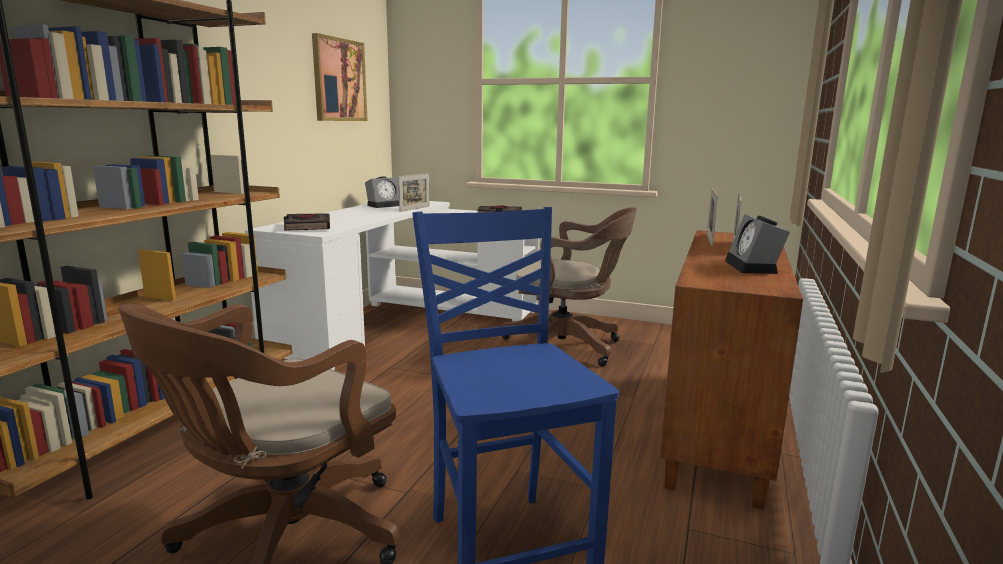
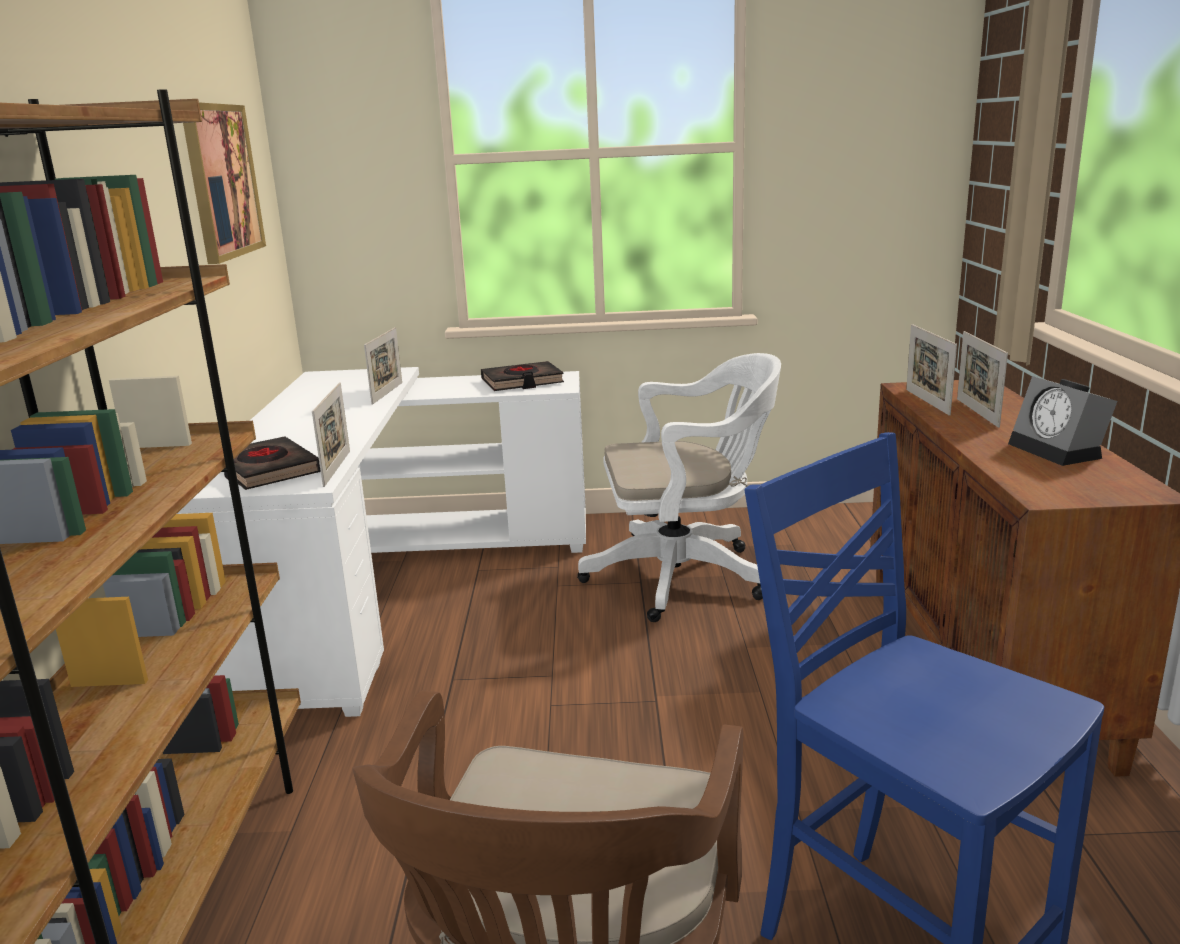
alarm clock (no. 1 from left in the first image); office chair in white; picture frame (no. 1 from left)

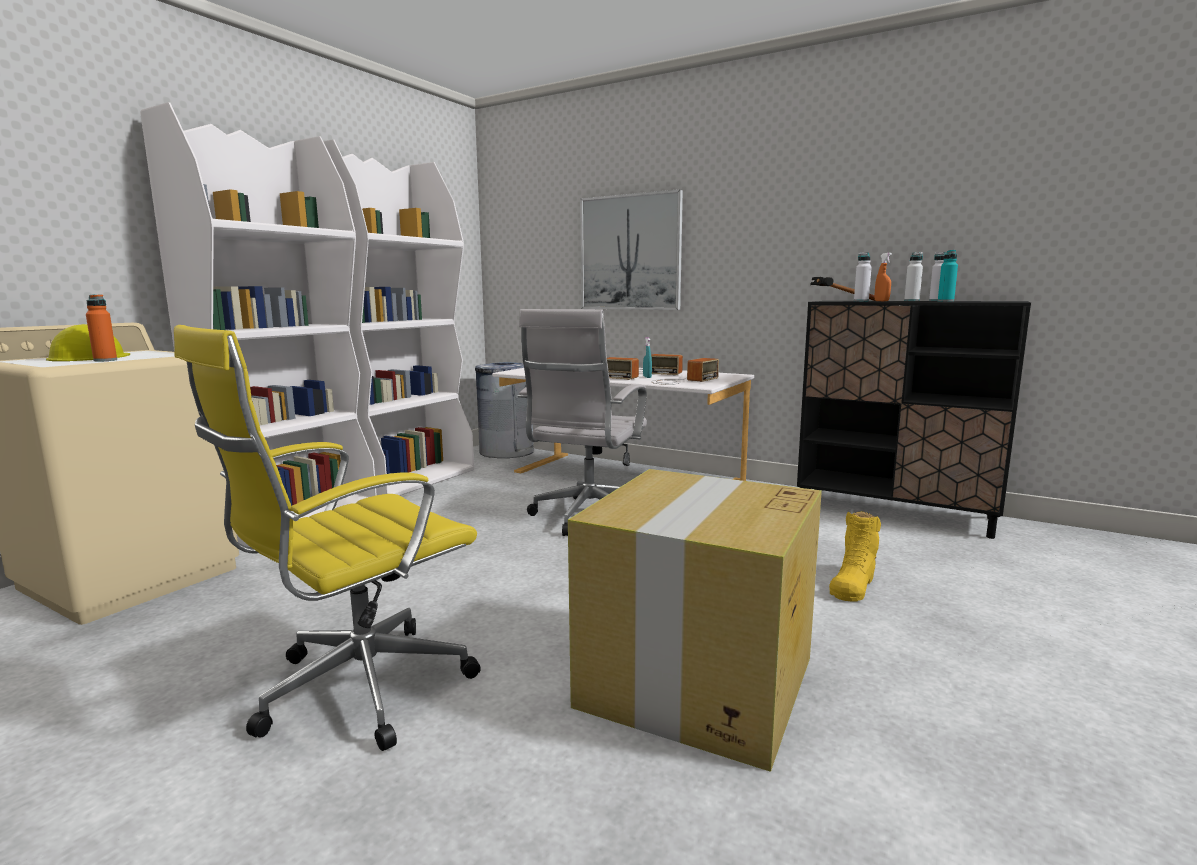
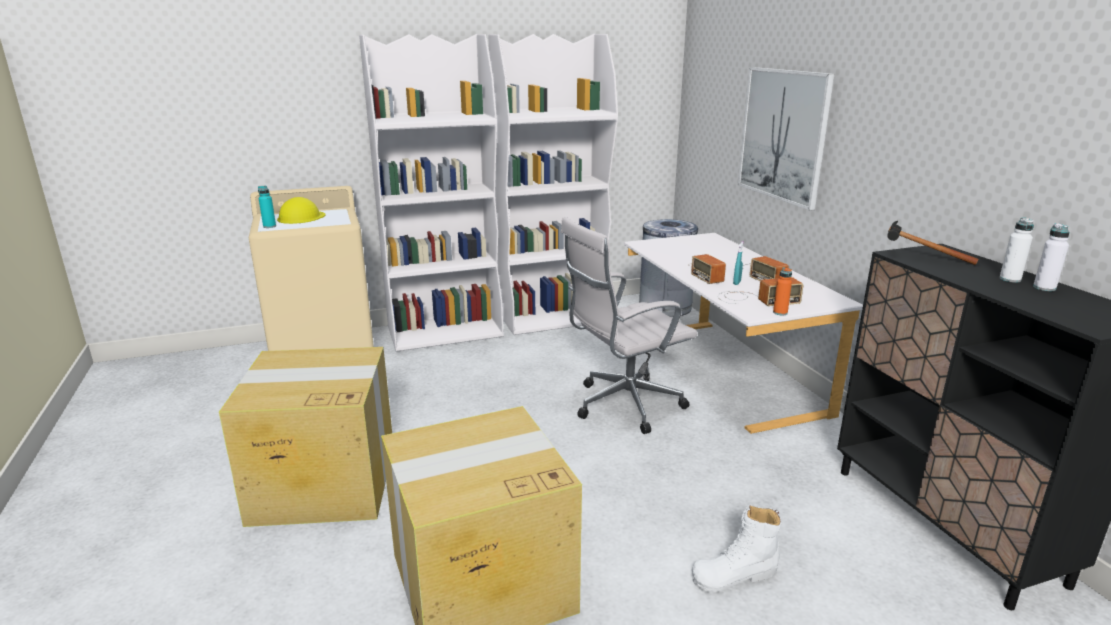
bottle in orange; cardboard box (no. 1 from left); boot in white; bottle in white (no. 1 from left in the first image); spray bottle in orange; bottle in turquoise

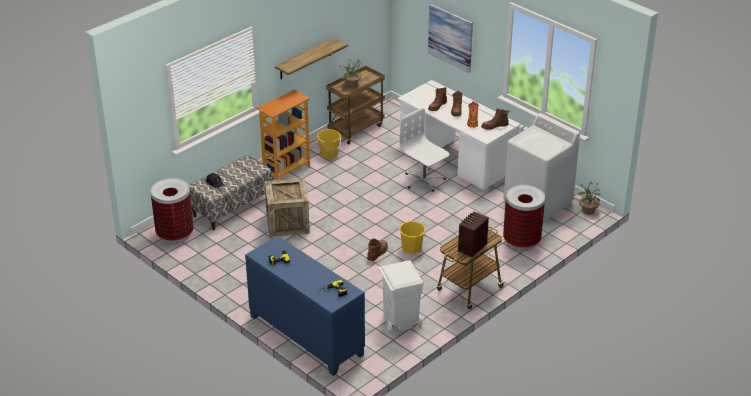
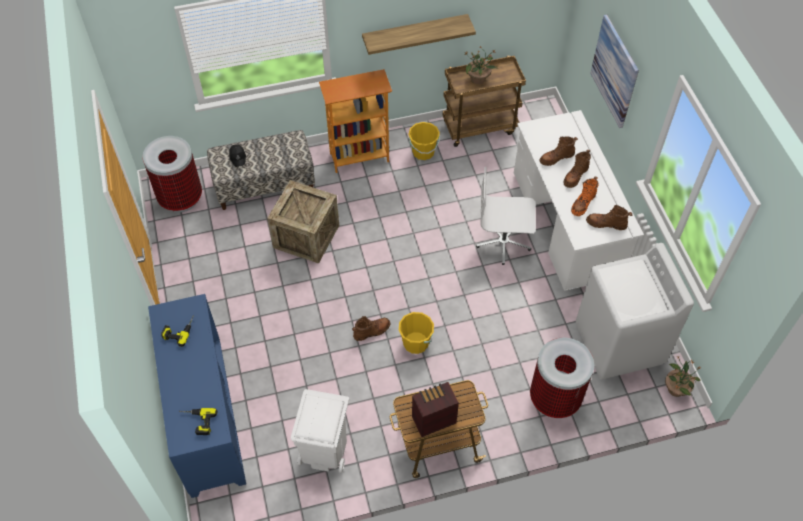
office chair in white

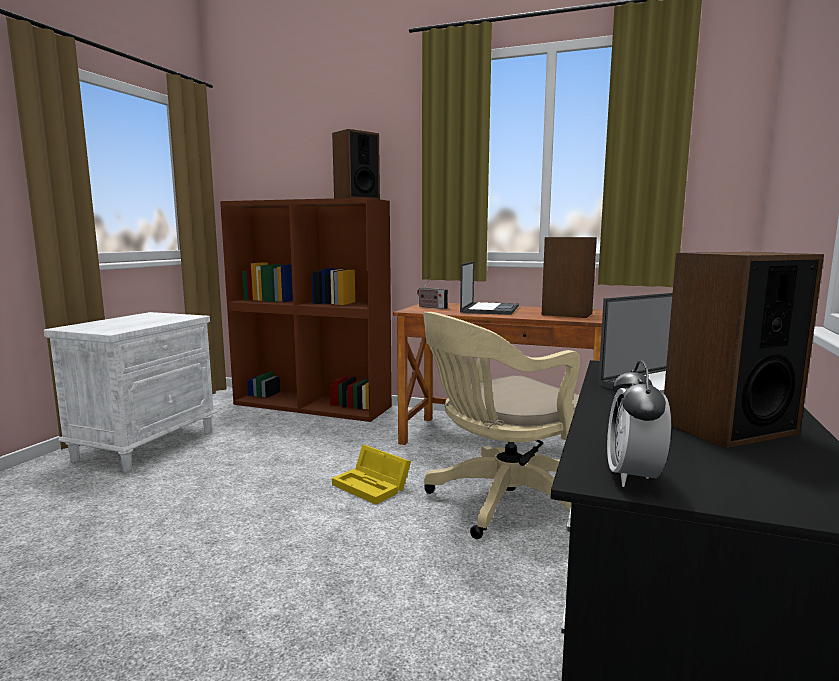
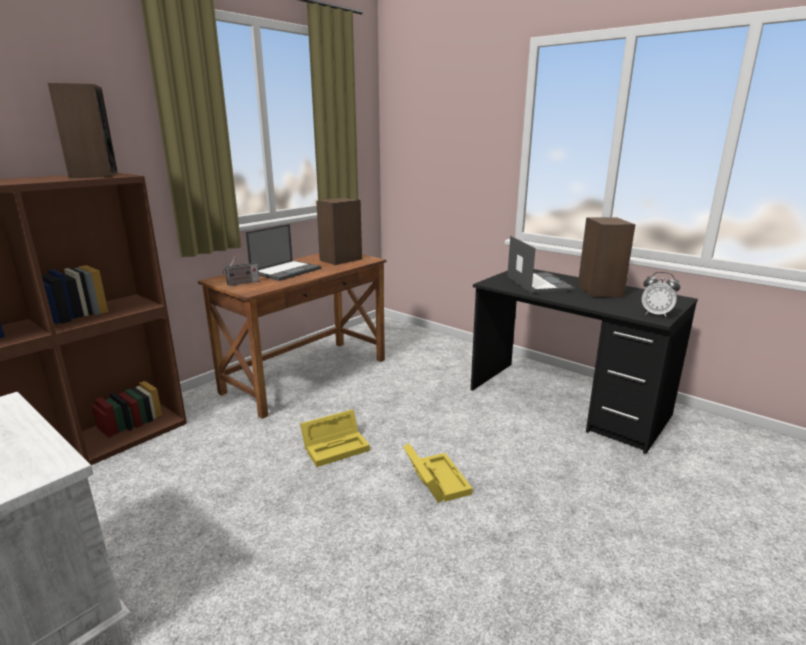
office chair in beige; laptop (no. 1 from left); storage box in yellow (no. 2 from left)

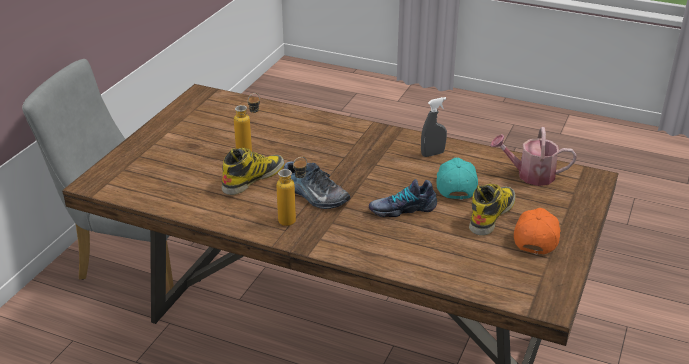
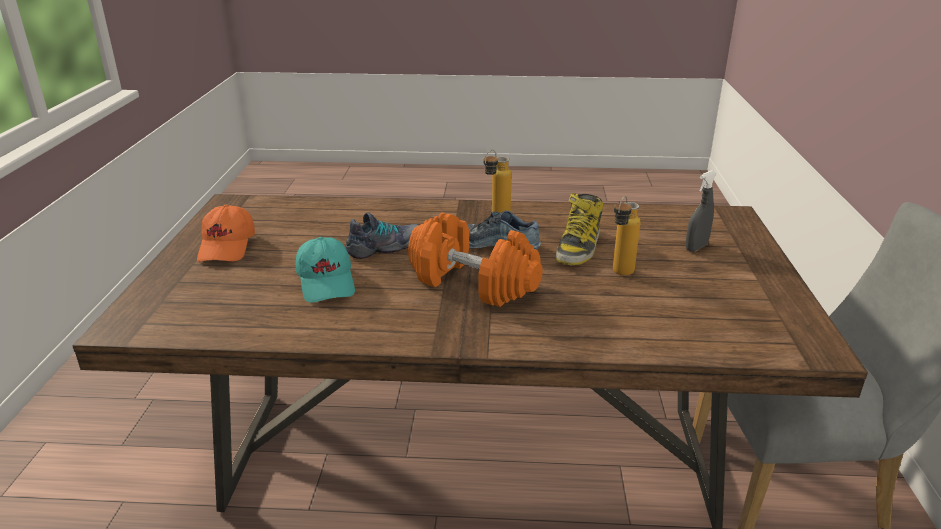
spray bottle in grey; boot (no. 2 from left in the first image); watering can; dumbbell in orange

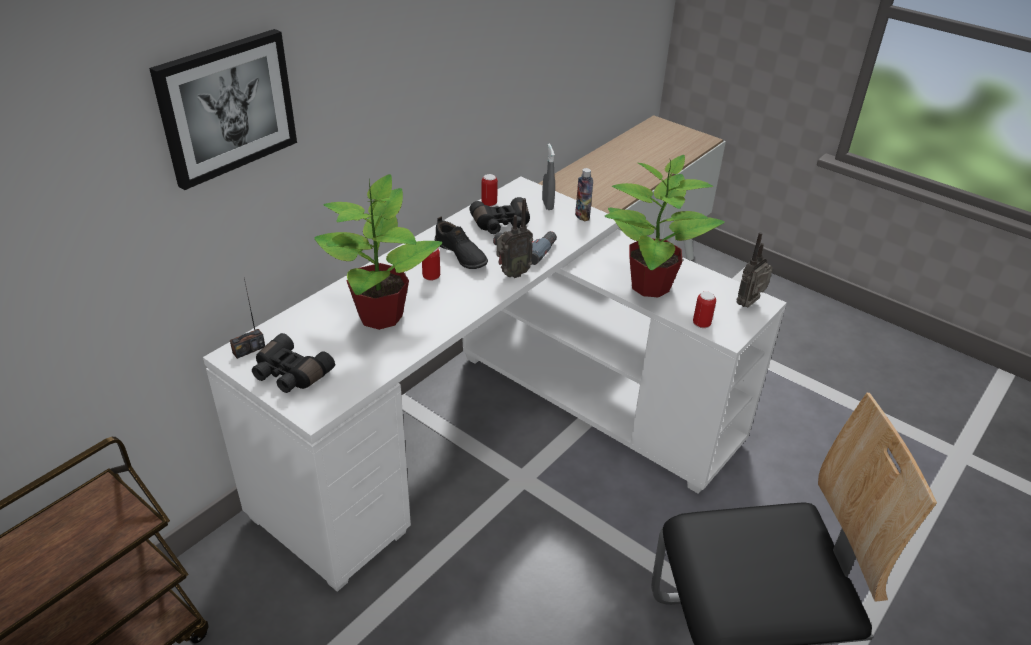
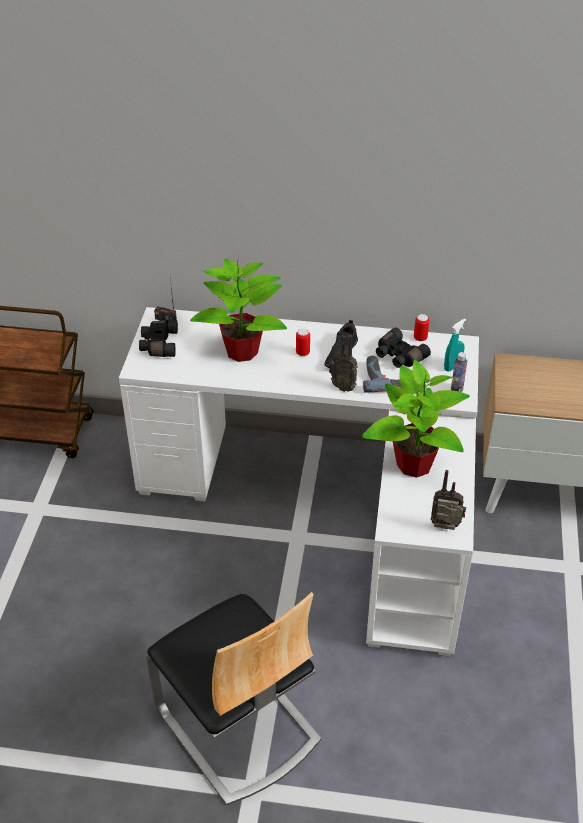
picture; spray bottle in turquoise; can (no. 3 from left in the first image)

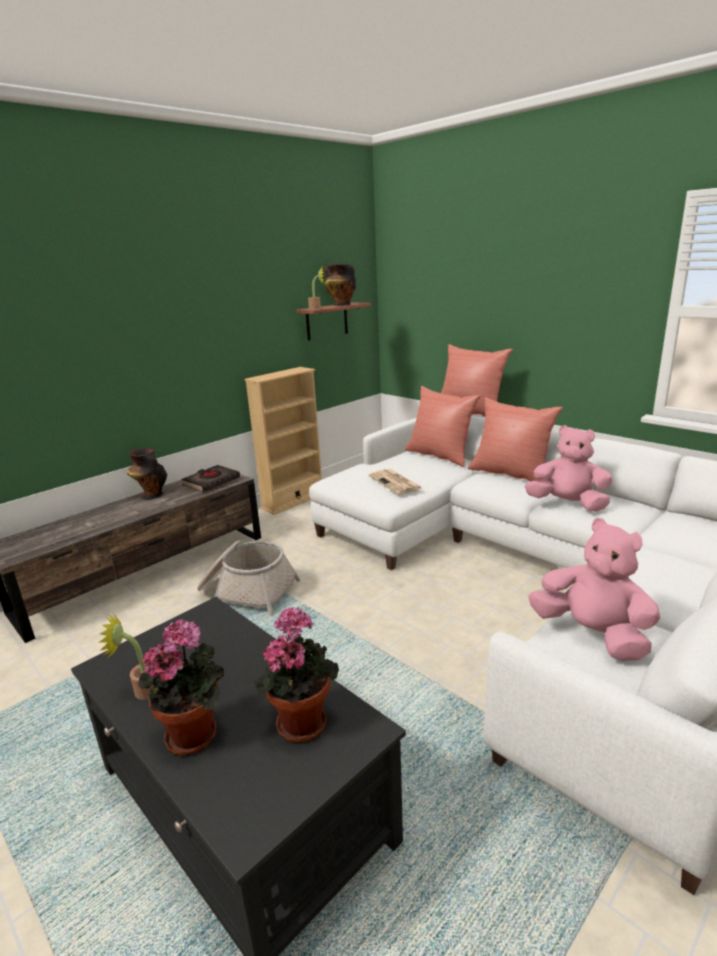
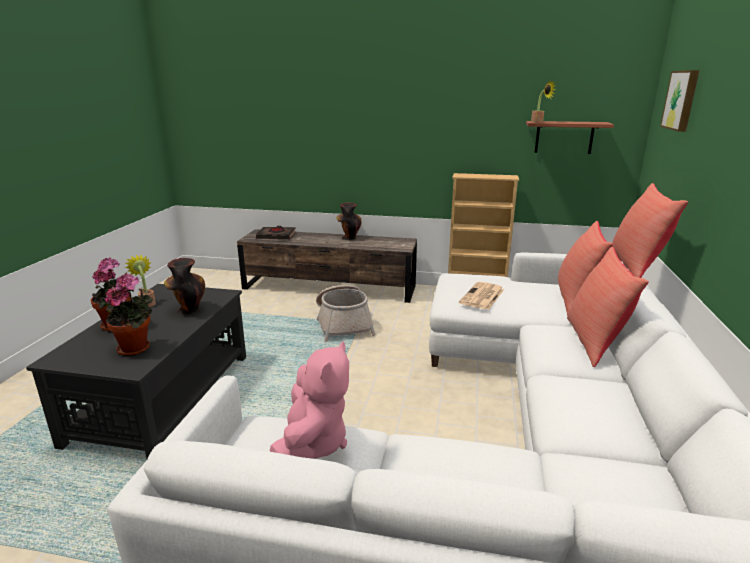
book in black; vase (no. 1 from left); plush toy in pink (no. 1 from left in the first image); picture

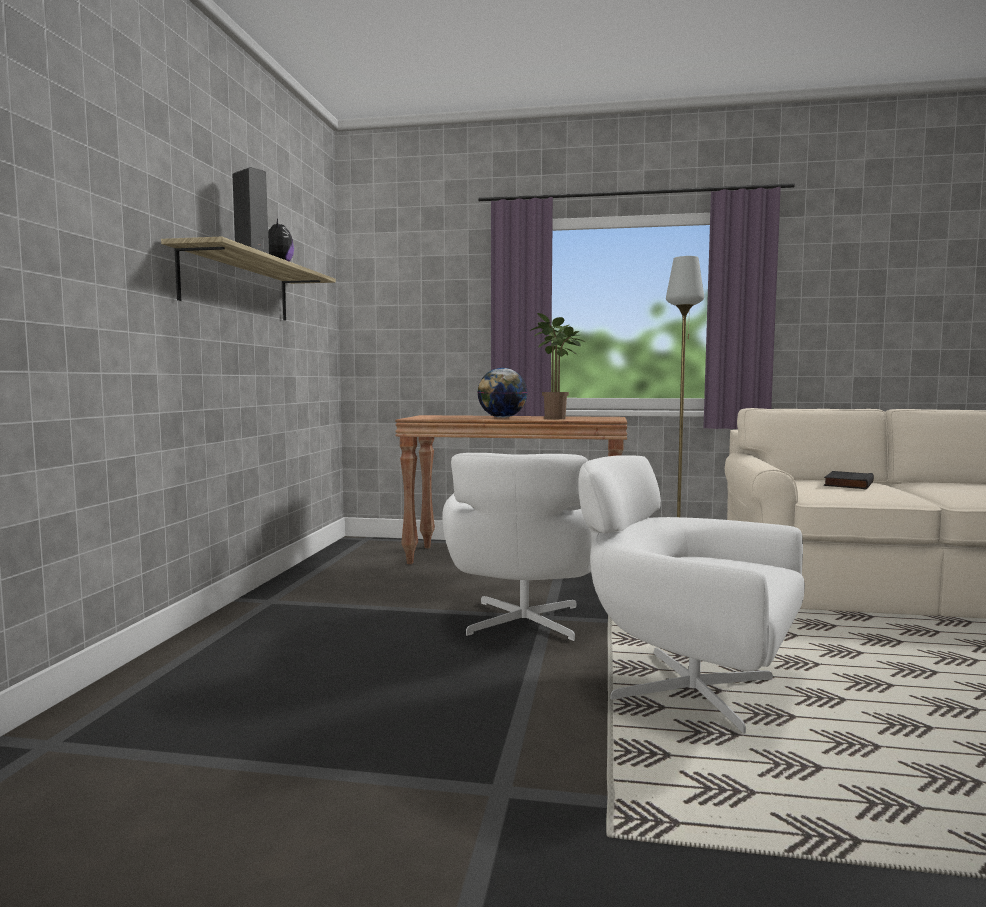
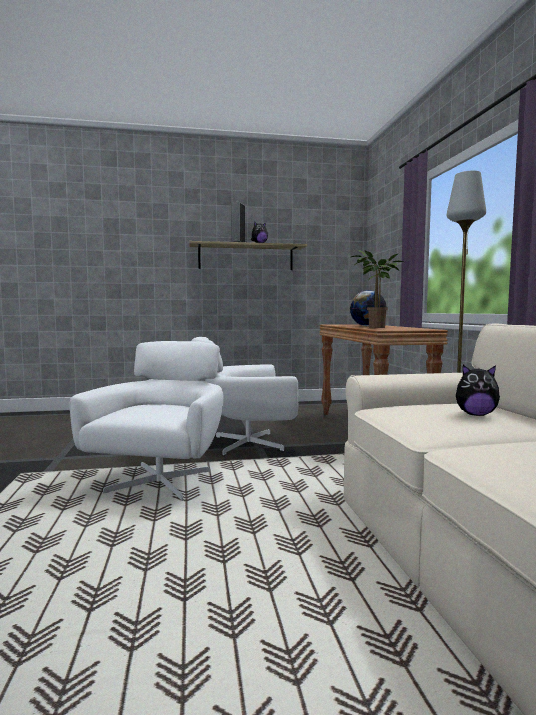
plush toy (no. 2 from left)

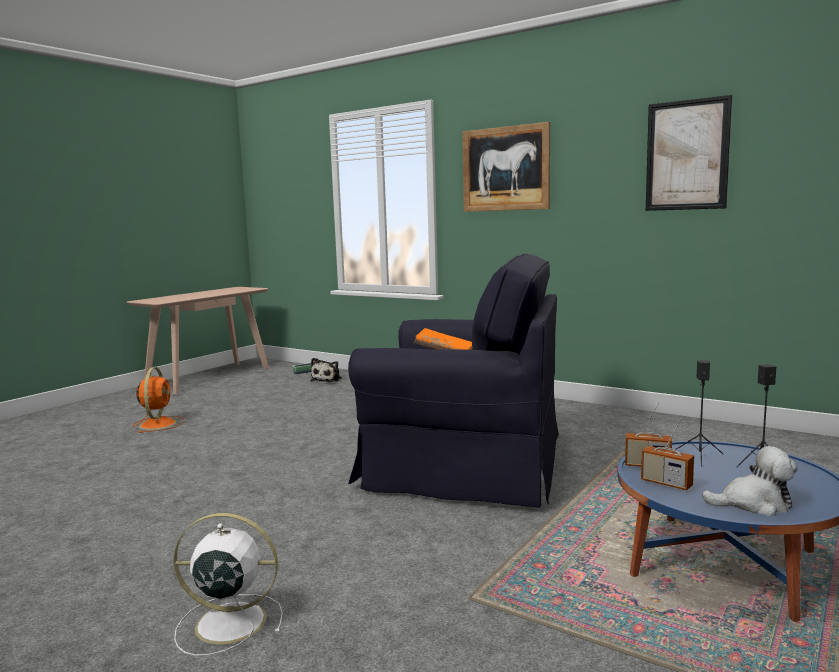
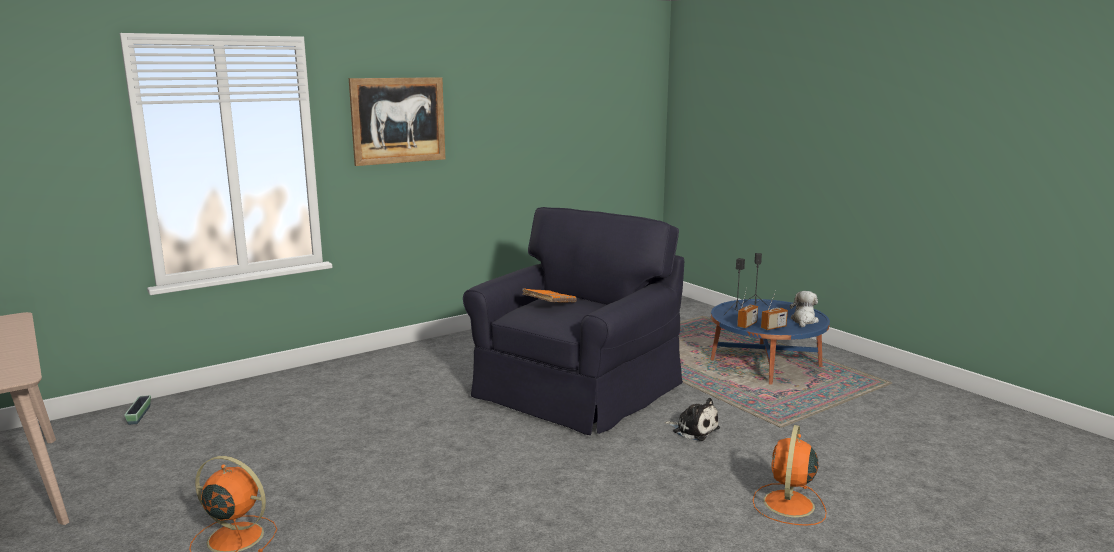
fan in orange (no. 2 from left); plush toy (no. 1 from left); picture (no. 2 from left in the first image)

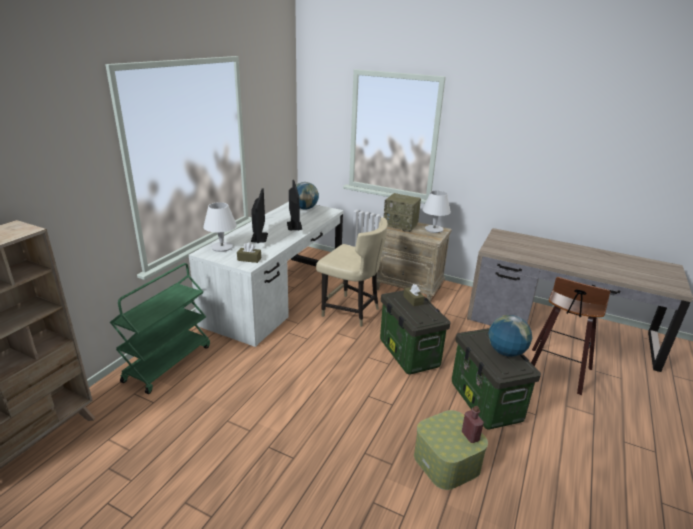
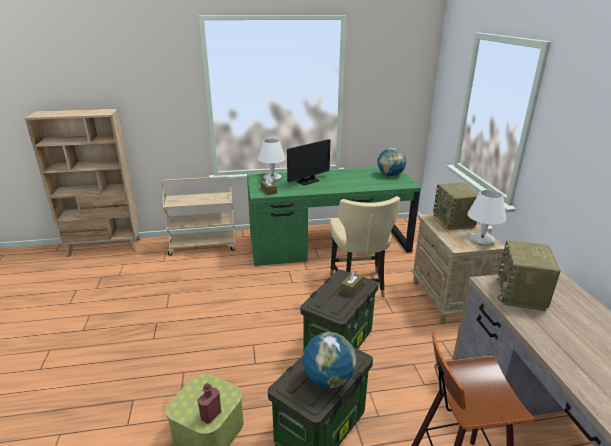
cart in beige; desk in green; monitor (no. 2 from left in the first image); radio (no. 2 from left)

